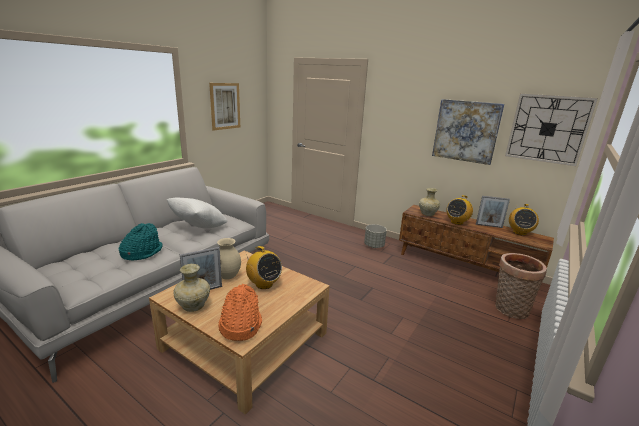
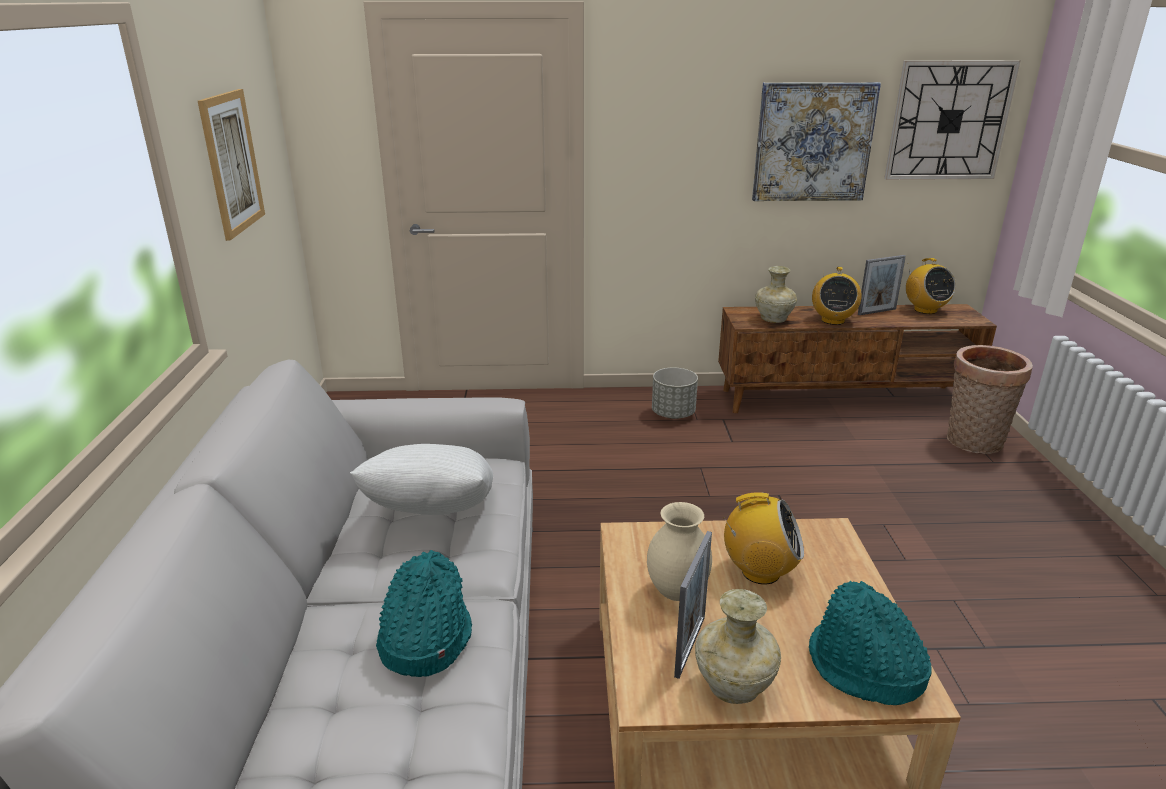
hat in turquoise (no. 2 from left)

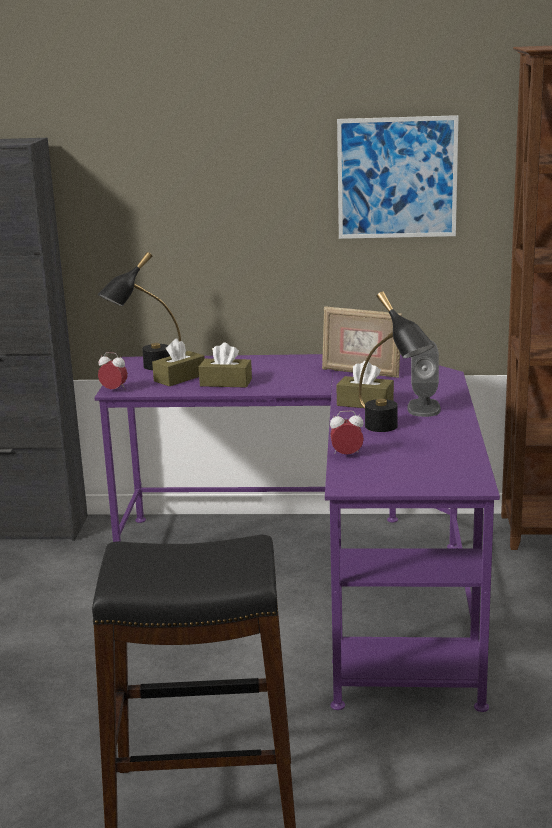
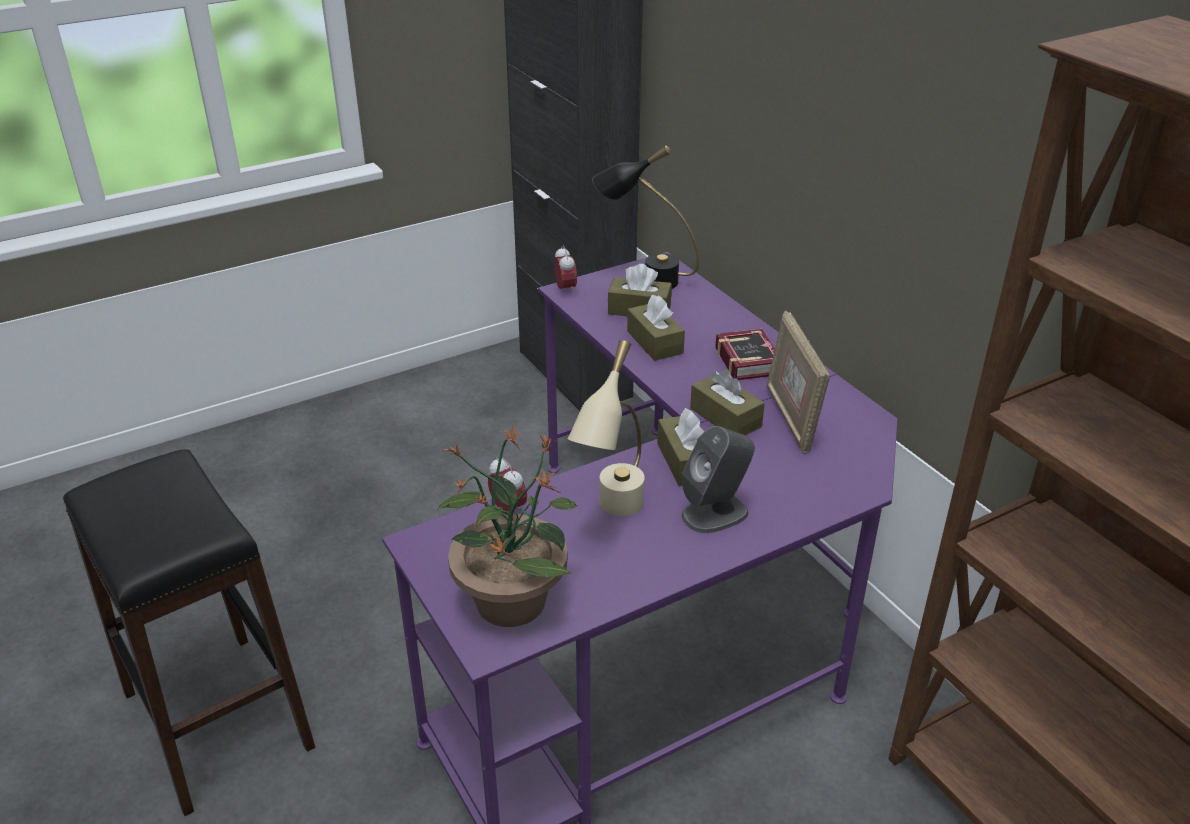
picture; table lamp in beige; potted plant; tissue box in brown (no. 4 from left); book

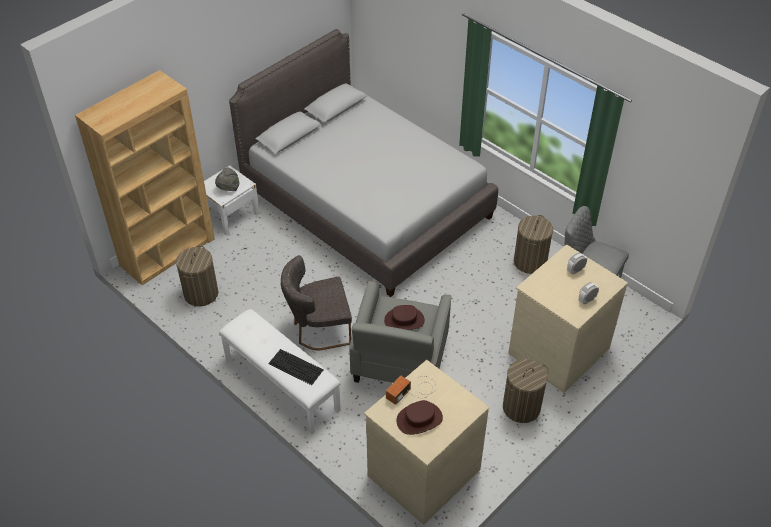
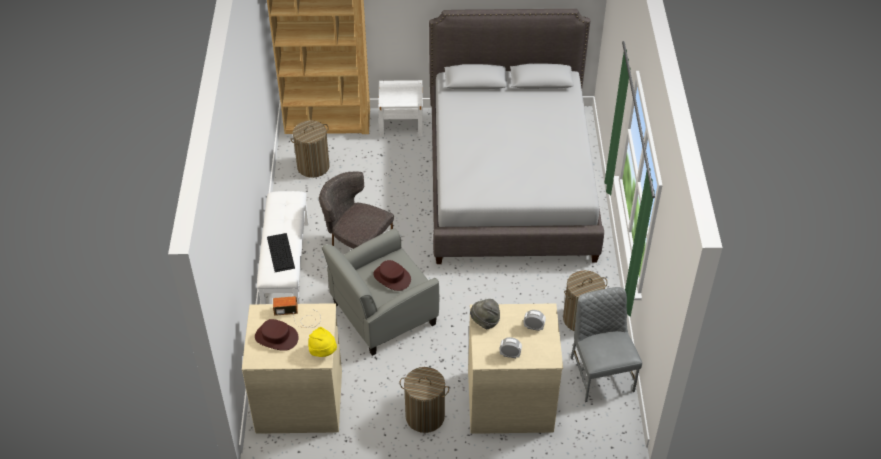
hat in grey; hat in yellow

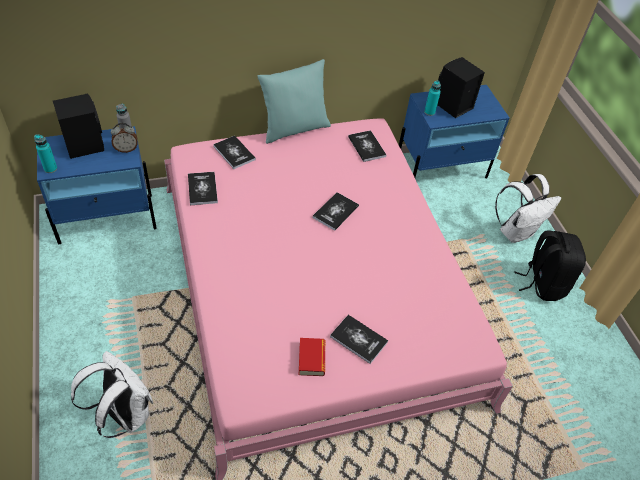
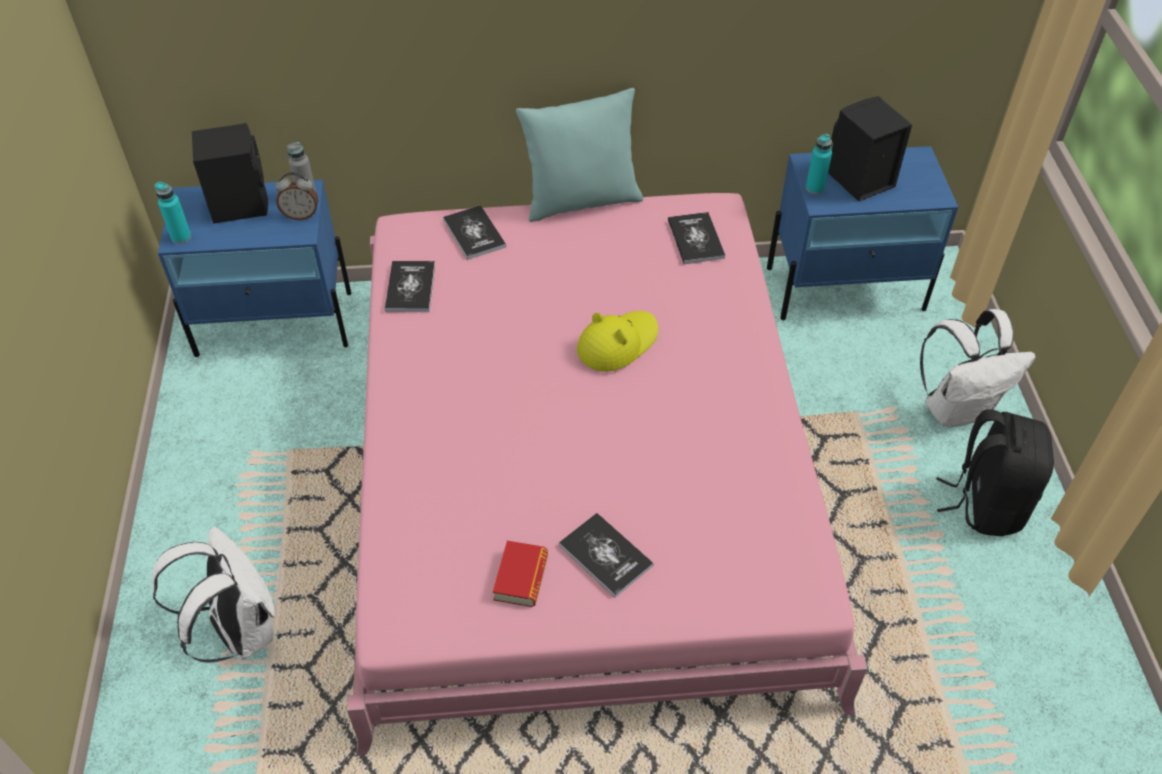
hat in yellow

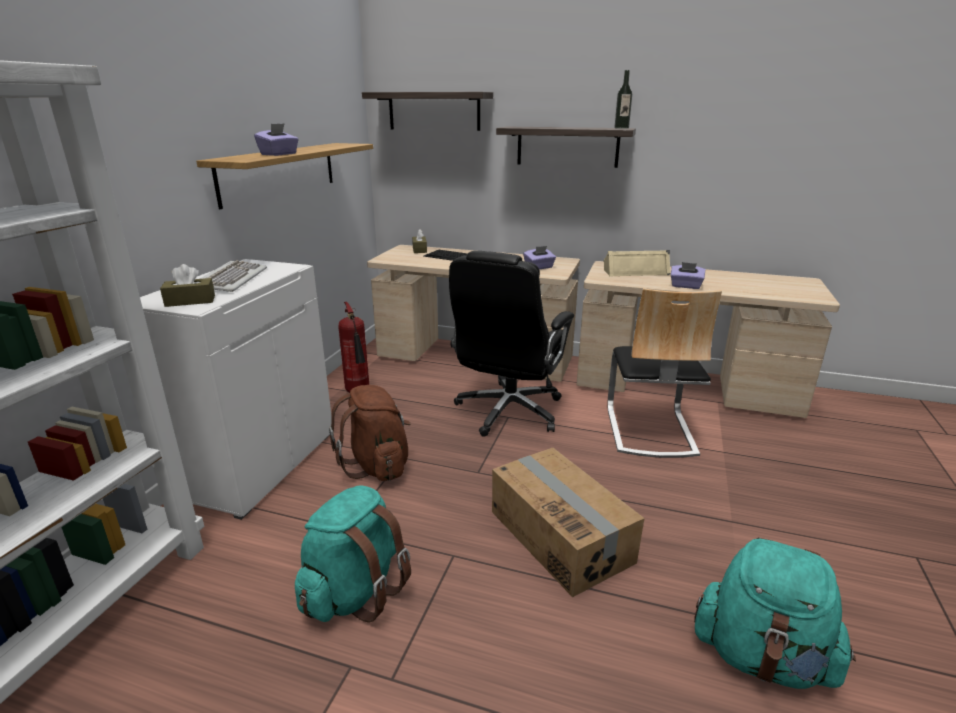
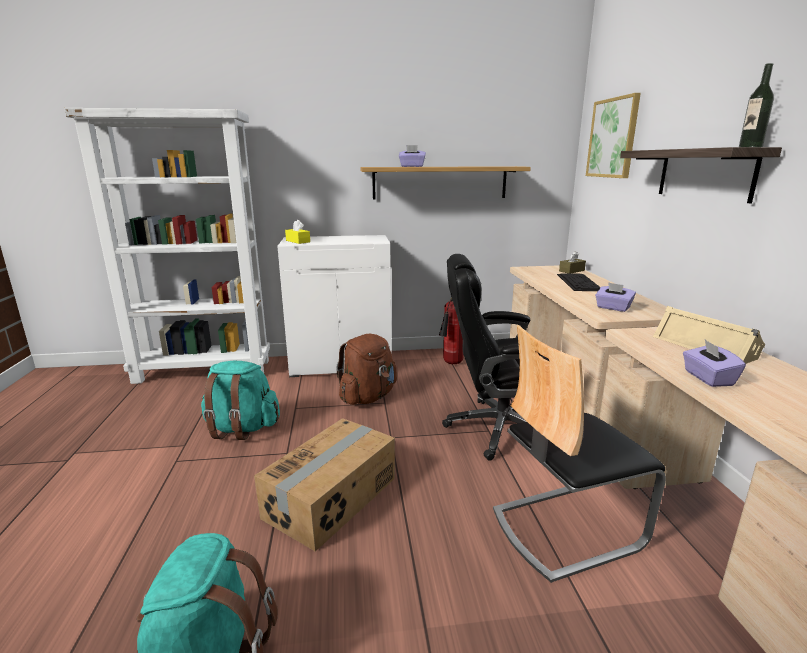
tissue box in yellow; keyboard (no. 1 from left in the first image); picture

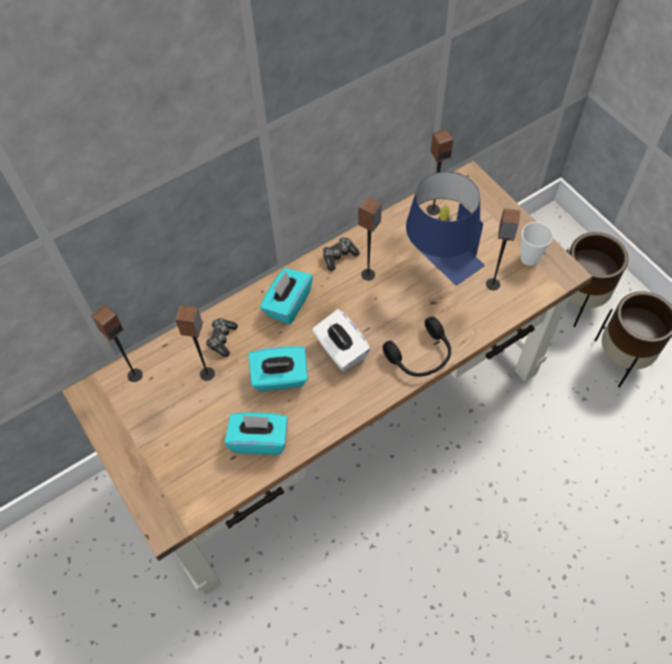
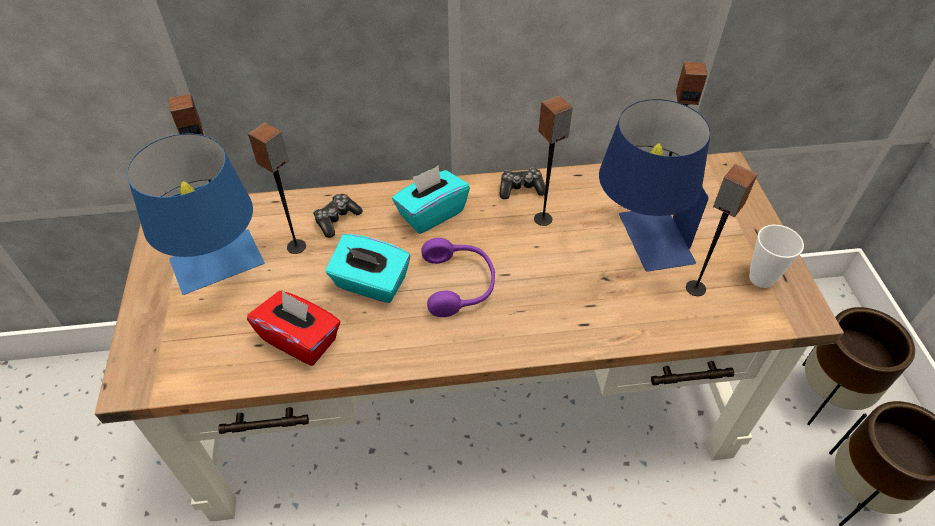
tissue box in red; headphones in purple; headphones in black; table lamp in blue (no. 1 from left)

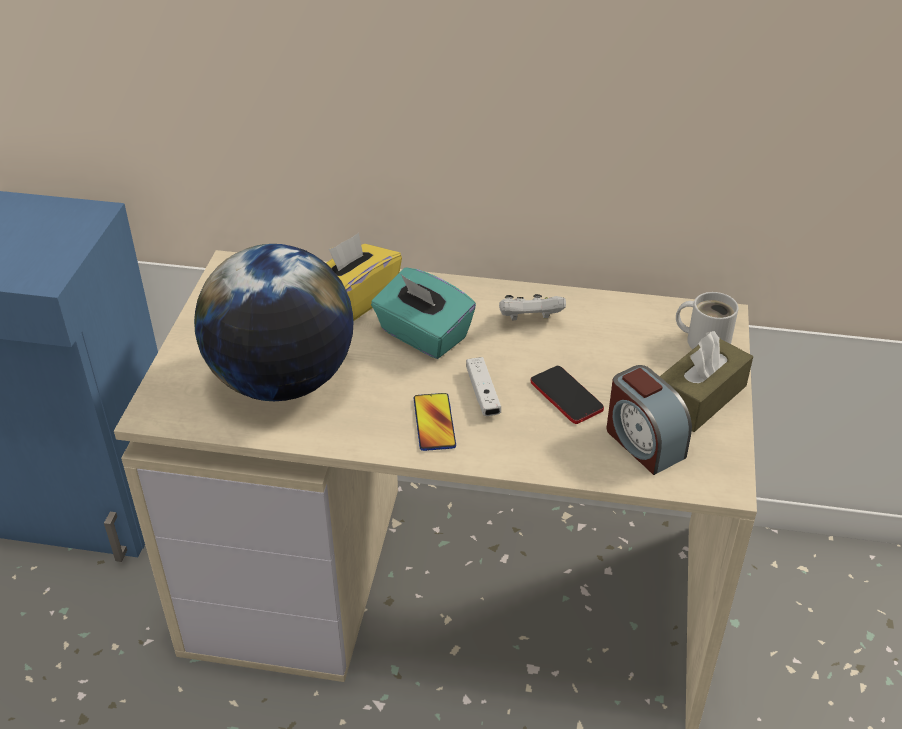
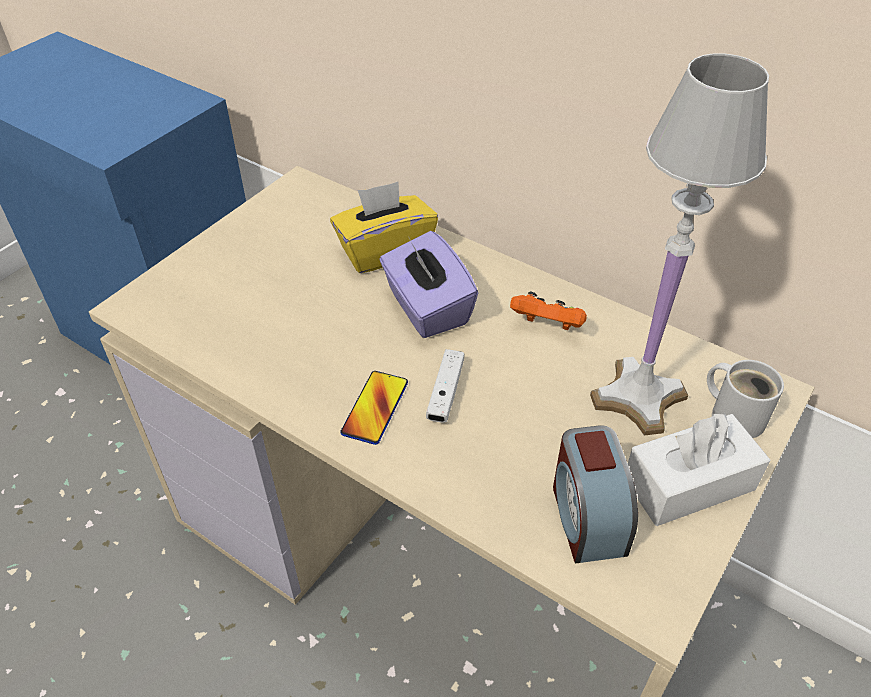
globe; tissue box in purple; game controller in orange; phone (no. 2 from left in the first image); tissue box in white; table lamp in white

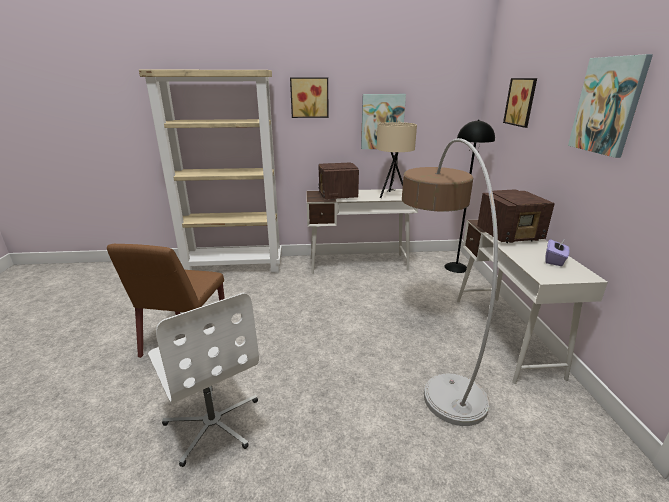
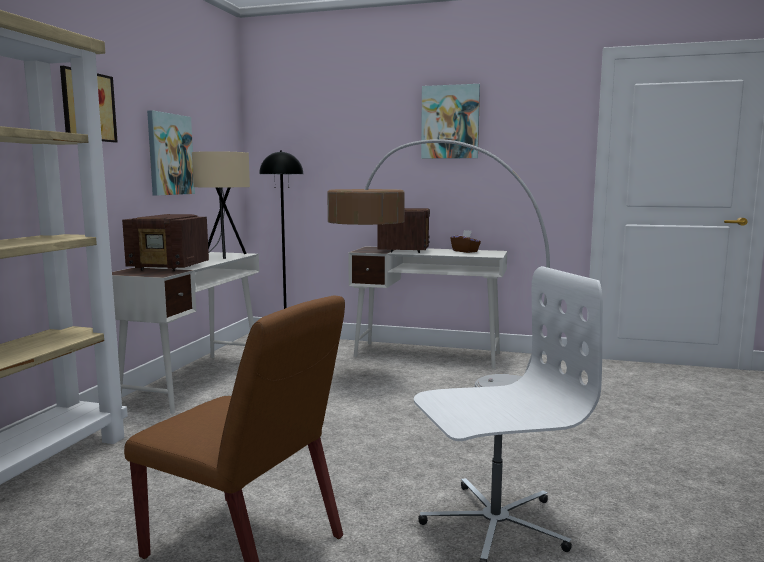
picture (no. 3 from left in the first image); tissue box in brown

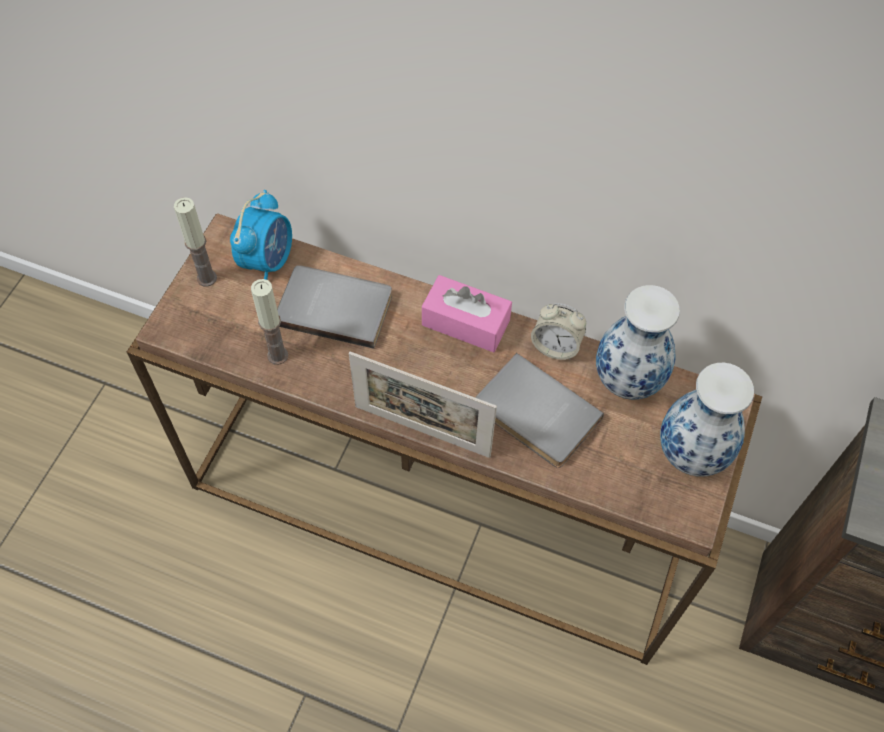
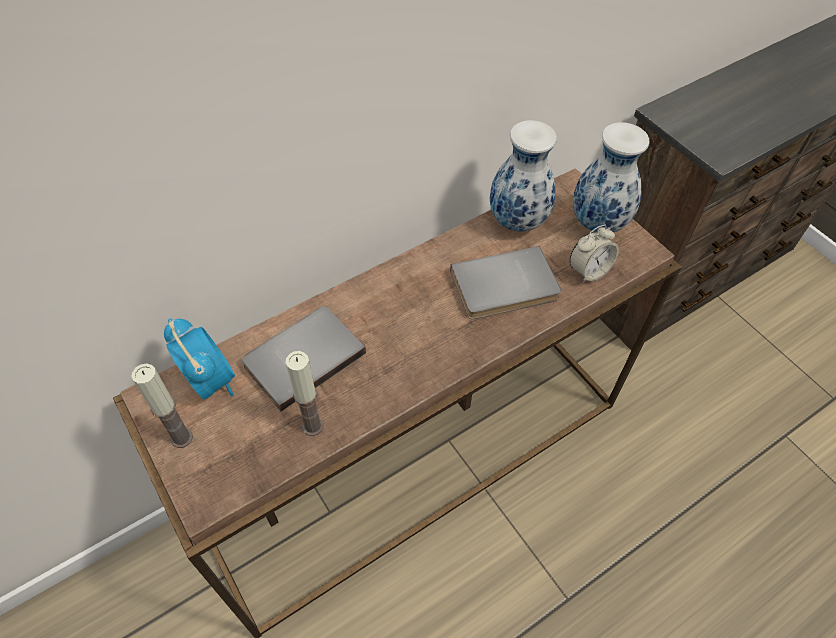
picture frame; tissue box in pink; alarm clock (no. 2 from left)

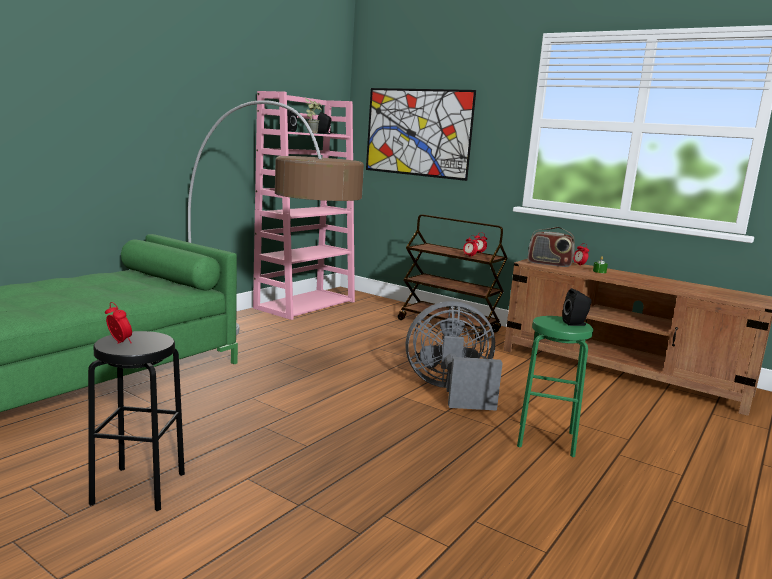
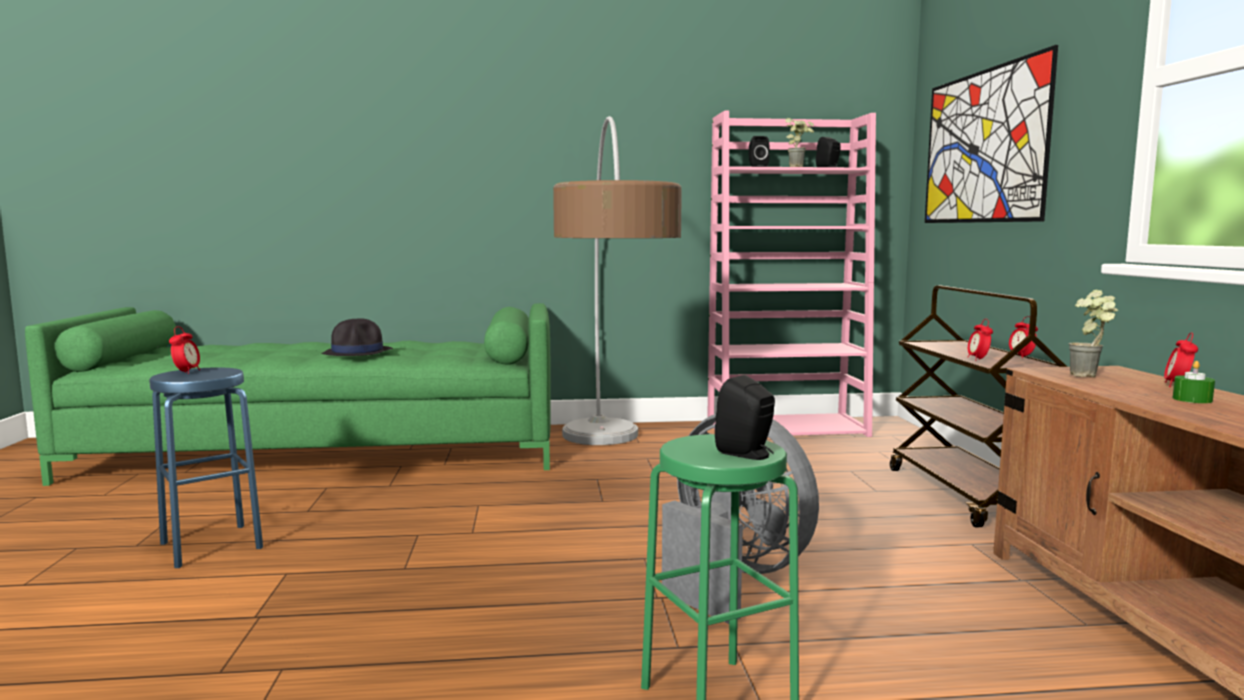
stool in blue; potted plant (no. 2 from left); hat in black

